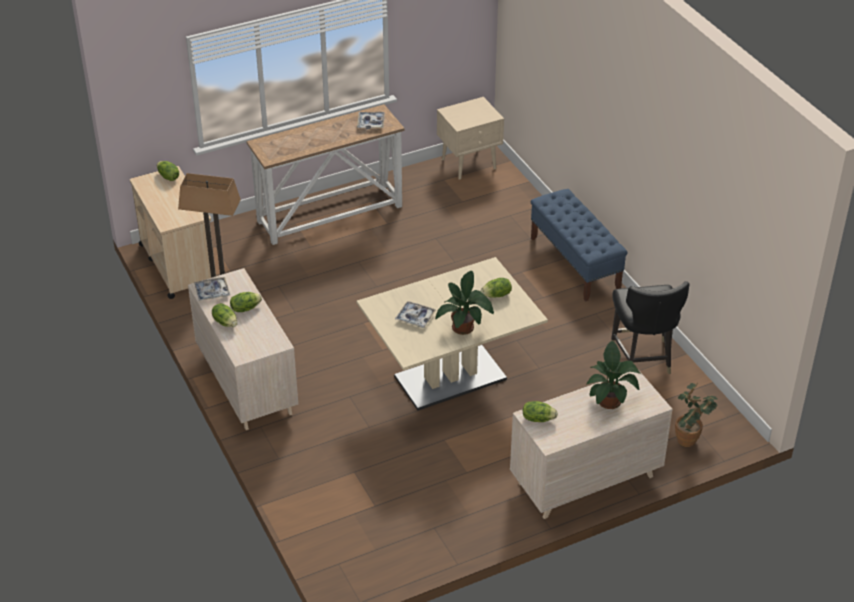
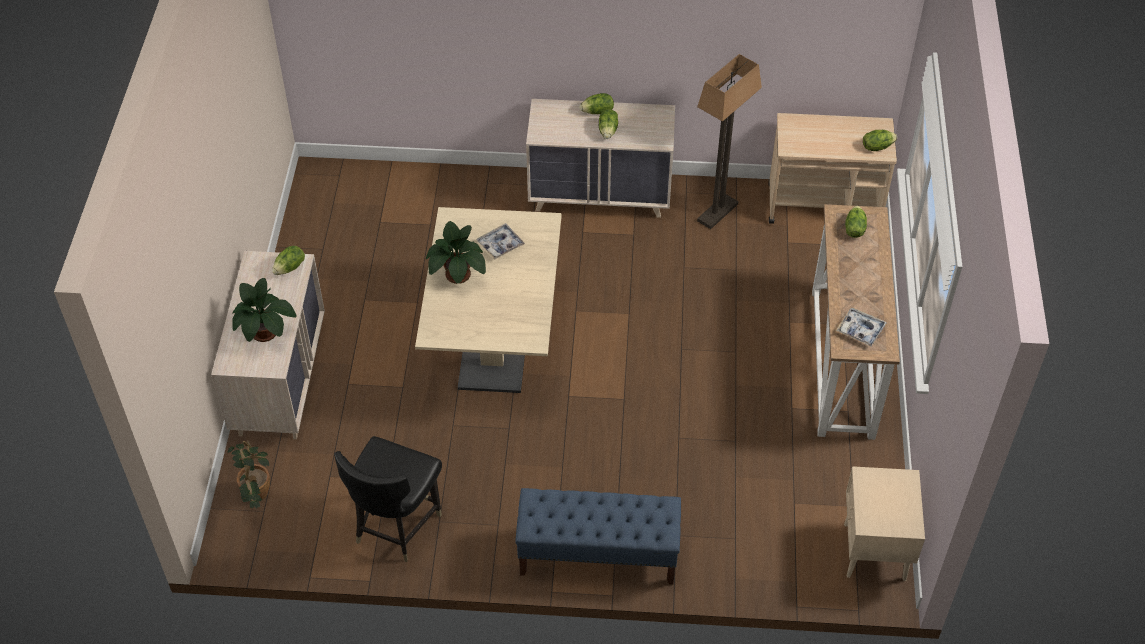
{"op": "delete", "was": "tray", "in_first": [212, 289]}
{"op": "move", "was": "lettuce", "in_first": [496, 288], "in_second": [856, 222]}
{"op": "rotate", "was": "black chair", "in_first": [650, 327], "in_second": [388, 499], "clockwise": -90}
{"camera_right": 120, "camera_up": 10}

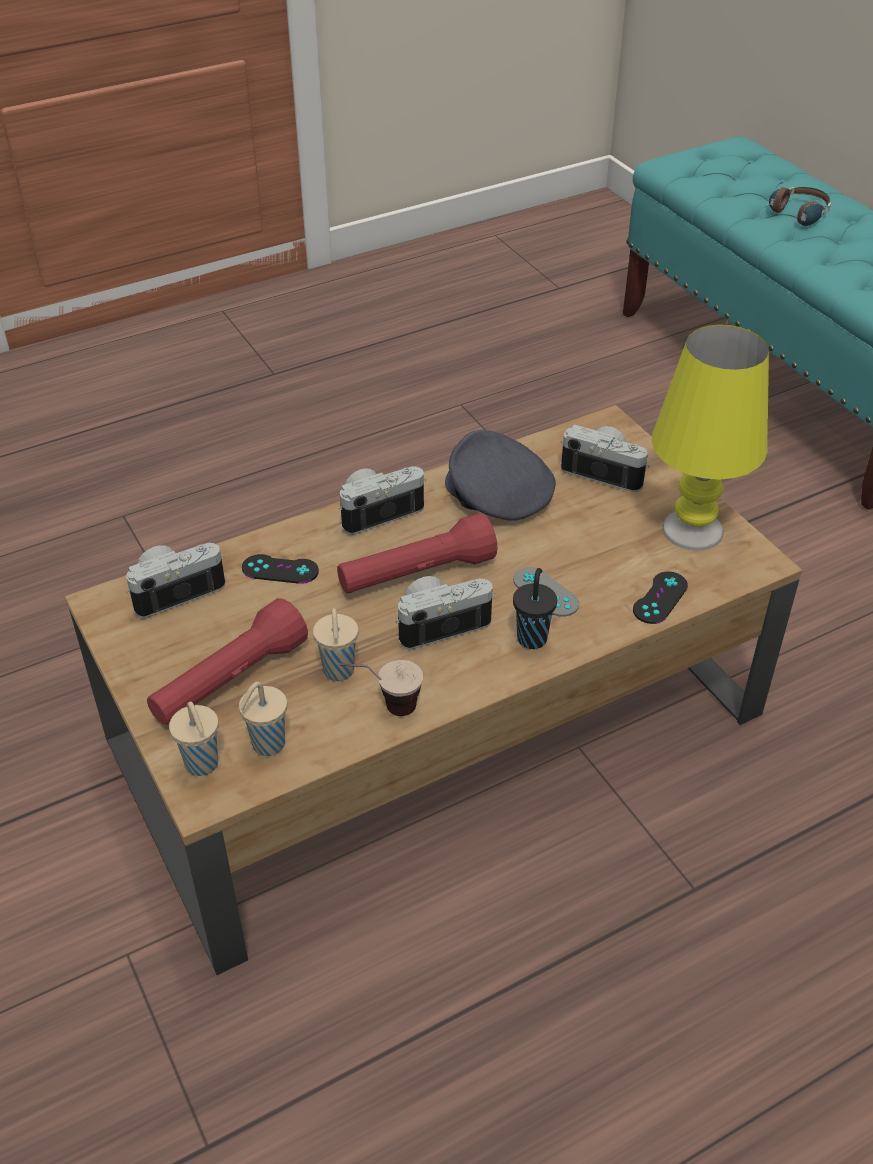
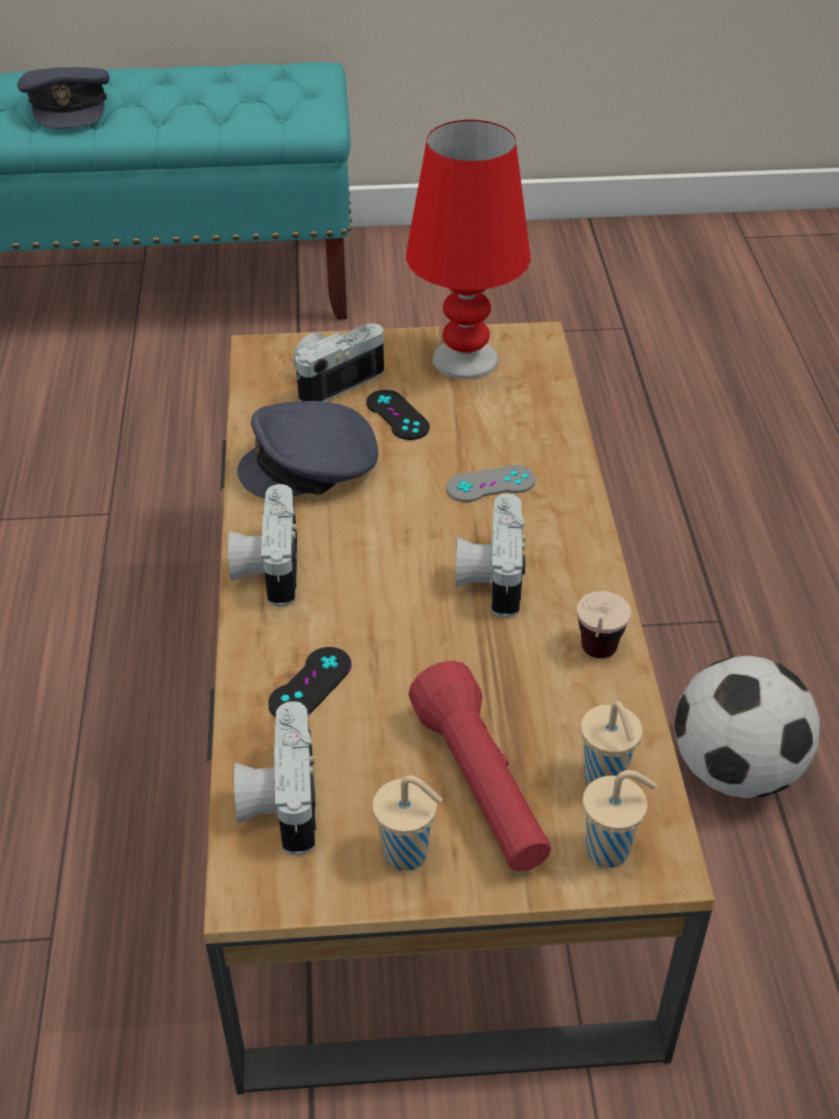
{"op": "delete", "was": "red flashlight", "in_first": [417, 553]}
{"op": "delete", "was": "black cup", "in_first": [535, 608]}
{"op": "insert", "now": "football", "in_second": [747, 727]}
{"op": "move", "was": "beige cup", "in_first": [335, 644], "in_second": [407, 823]}
{"op": "move", "was": "black game controller", "in_first": [660, 598], "in_second": [398, 415]}
{"op": "replace", "was": "headphones", "now": "grey cap", "in_first": [795, 206], "in_second": [63, 97]}
{"op": "recolor", "was": "yellow table lamp", "now": "red table lamp", "in_first": [710, 437], "in_second": [468, 250]}
{"camera_right": -65, "camera_up": 0}

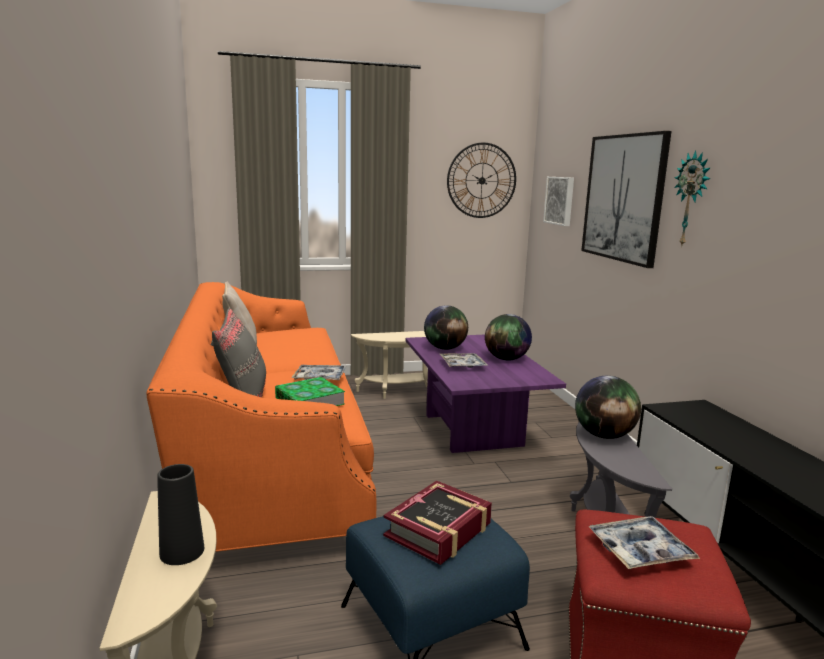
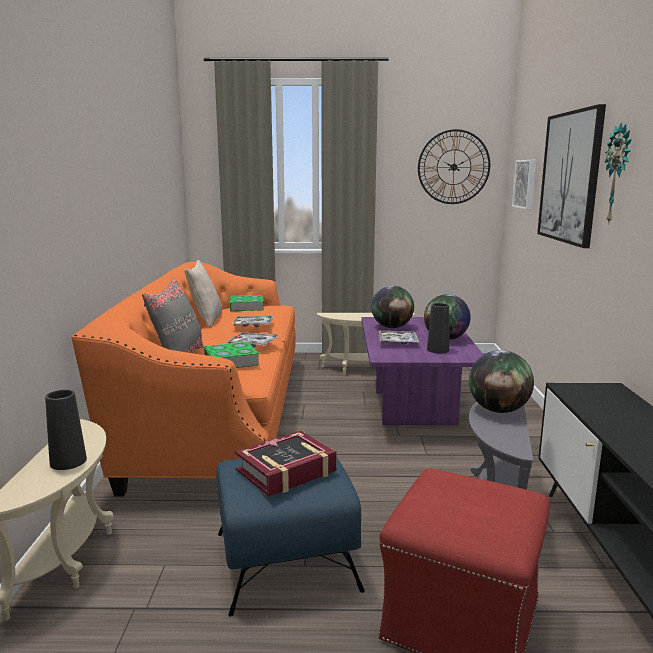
{"op": "insert", "now": "book", "in_second": [247, 303]}
{"op": "insert", "now": "black vase", "in_second": [438, 328]}
{"op": "move", "was": "tray", "in_first": [644, 542], "in_second": [252, 321]}
{"camera_right": 15, "camera_up": 0}

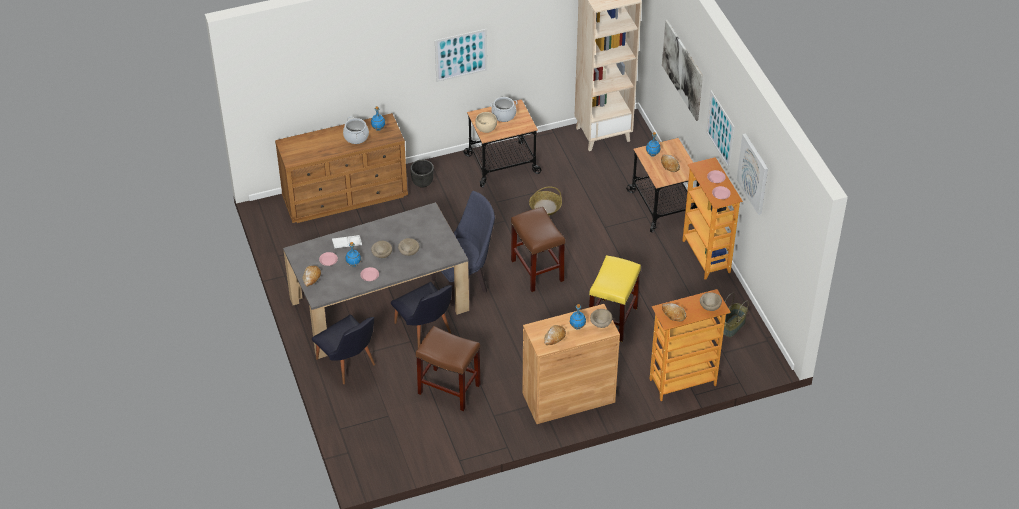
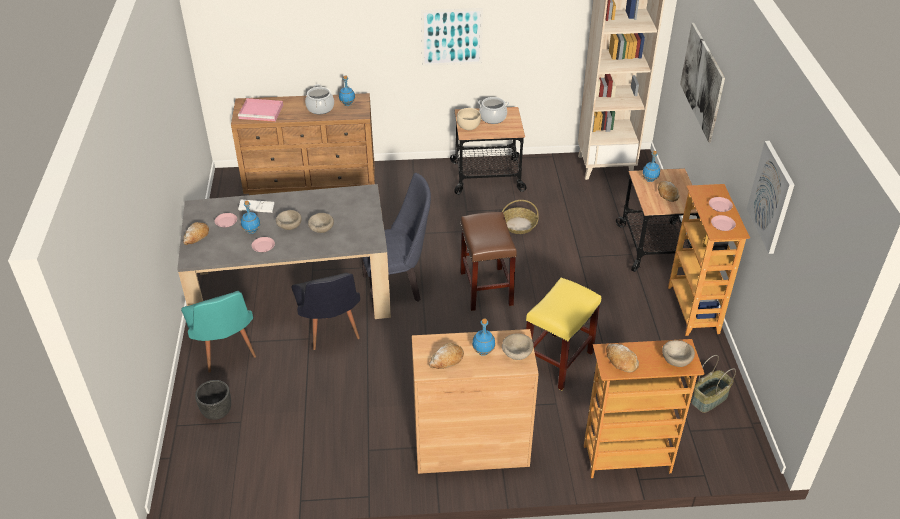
{"op": "delete", "was": "brown stool", "in_first": [448, 368]}
{"op": "delete", "was": "picture", "in_first": [720, 129]}
{"op": "insert", "now": "pink tray", "in_second": [260, 110]}
{"op": "move", "was": "black planter", "in_first": [422, 174], "in_second": [213, 400]}
{"op": "recolor", "was": "black chair", "now": "turquoise chair", "in_first": [343, 349], "in_second": [218, 331]}
{"camera_right": 15, "camera_up": -5}

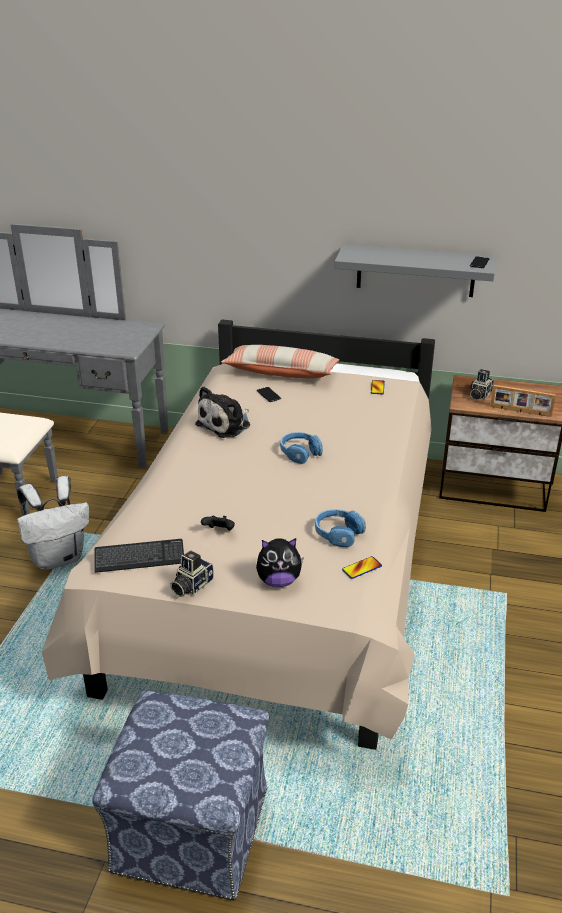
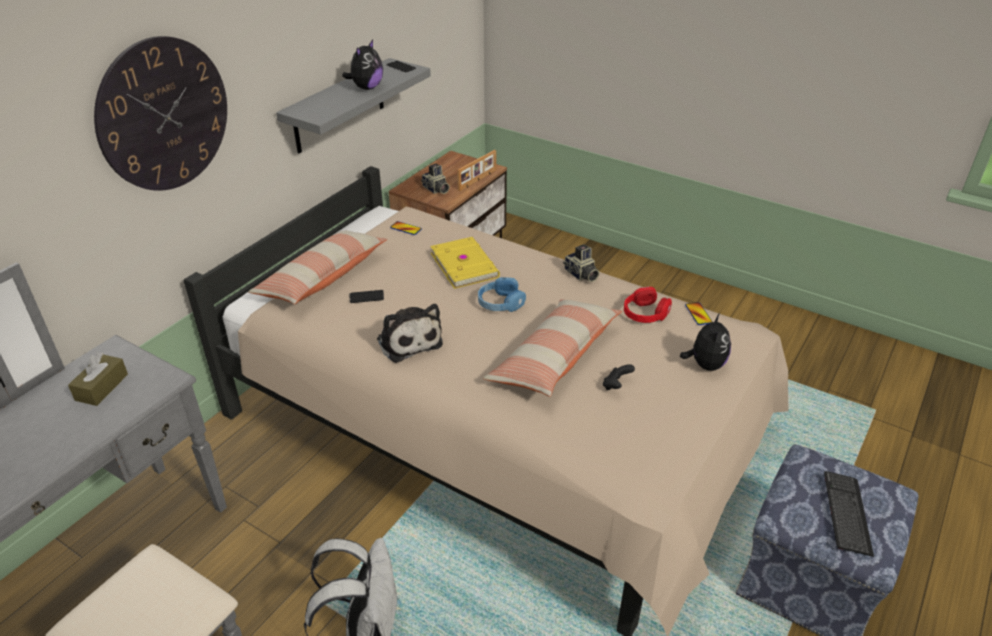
{"op": "insert", "now": "brown tissue box", "in_second": [98, 379]}
{"op": "insert", "now": "wall clock", "in_second": [160, 113]}
{"op": "insert", "now": "plush toy", "in_second": [362, 65]}
{"op": "insert", "now": "yellow book", "in_second": [465, 263]}
{"op": "insert", "now": "pillow", "in_second": [552, 348]}
{"op": "move", "was": "keyboard", "in_first": [139, 556], "in_second": [849, 514]}
{"op": "move", "was": "photo camera", "in_first": [192, 574], "in_second": [581, 263]}
{"op": "recolor", "was": "blue headphones", "now": "red headphones", "in_first": [340, 528], "in_second": [648, 305]}
{"camera_right": -70, "camera_up": 5}

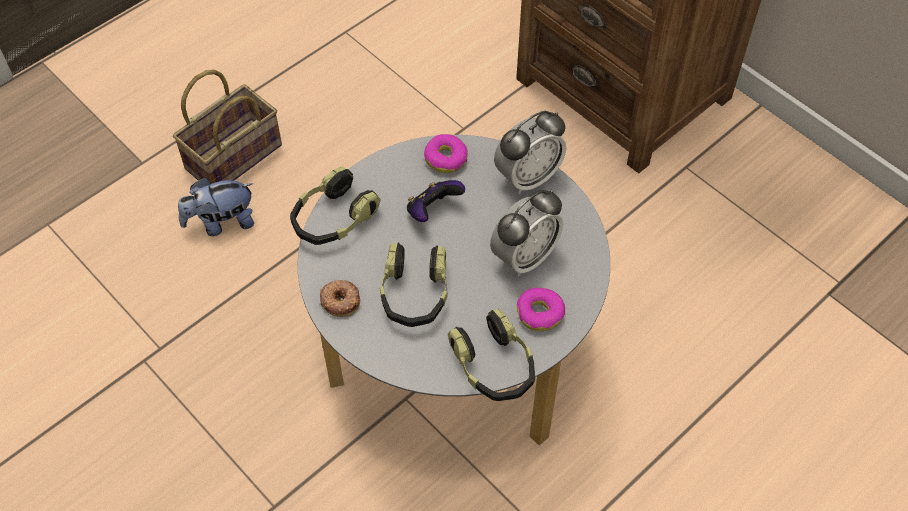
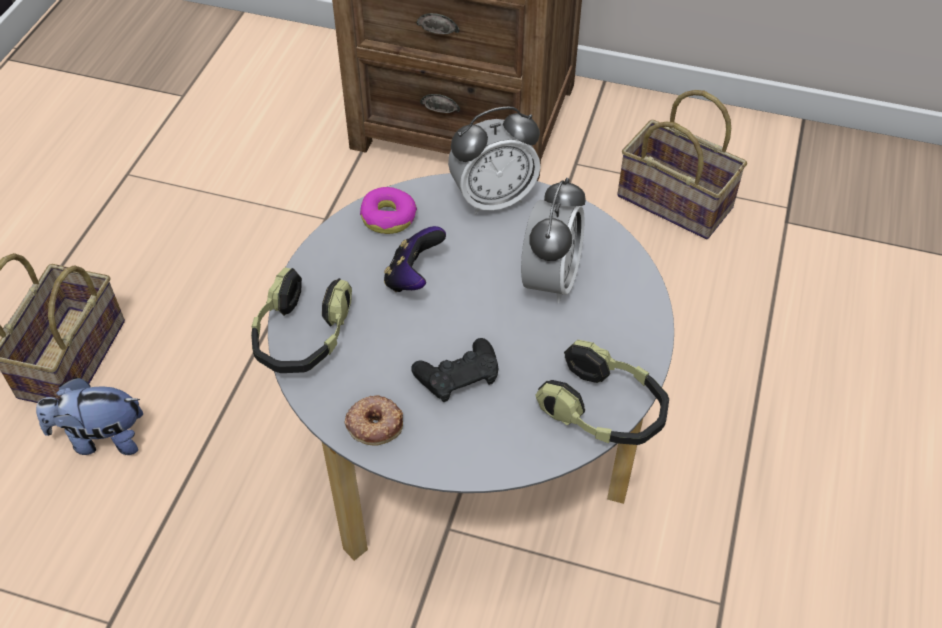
{"op": "delete", "was": "donut", "in_first": [541, 309]}
{"op": "insert", "now": "basket", "in_second": [682, 164]}
{"op": "replace", "was": "headphones", "now": "black game controller", "in_first": [413, 285], "in_second": [454, 370]}
{"op": "rotate", "was": "plush toy", "in_first": [216, 207], "in_second": [89, 416], "clockwise": 45}
{"op": "rotate", "was": "alarm clock", "in_first": [530, 152], "in_second": [494, 161], "clockwise": 45}
{"camera_right": -30, "camera_up": -5}

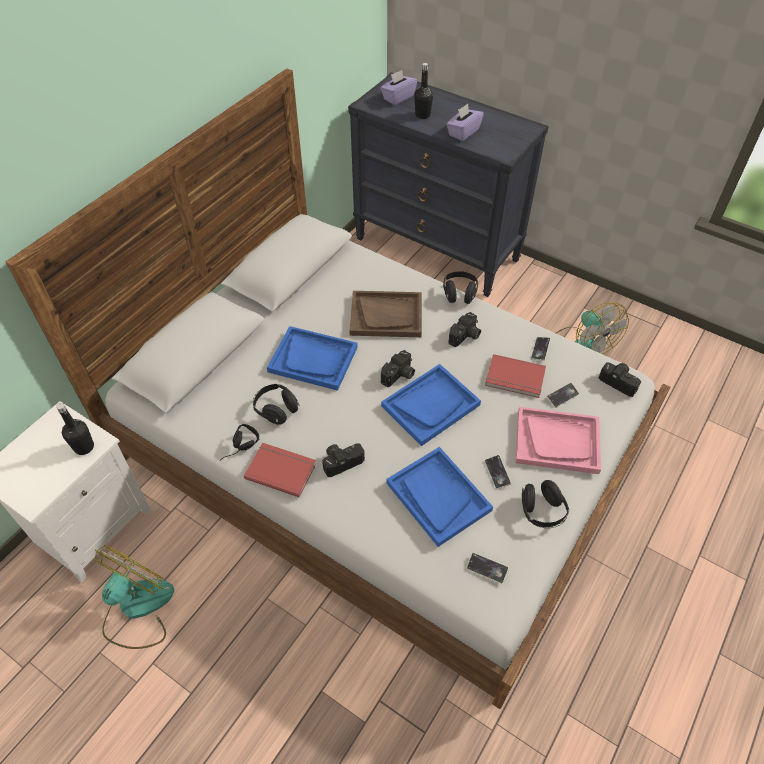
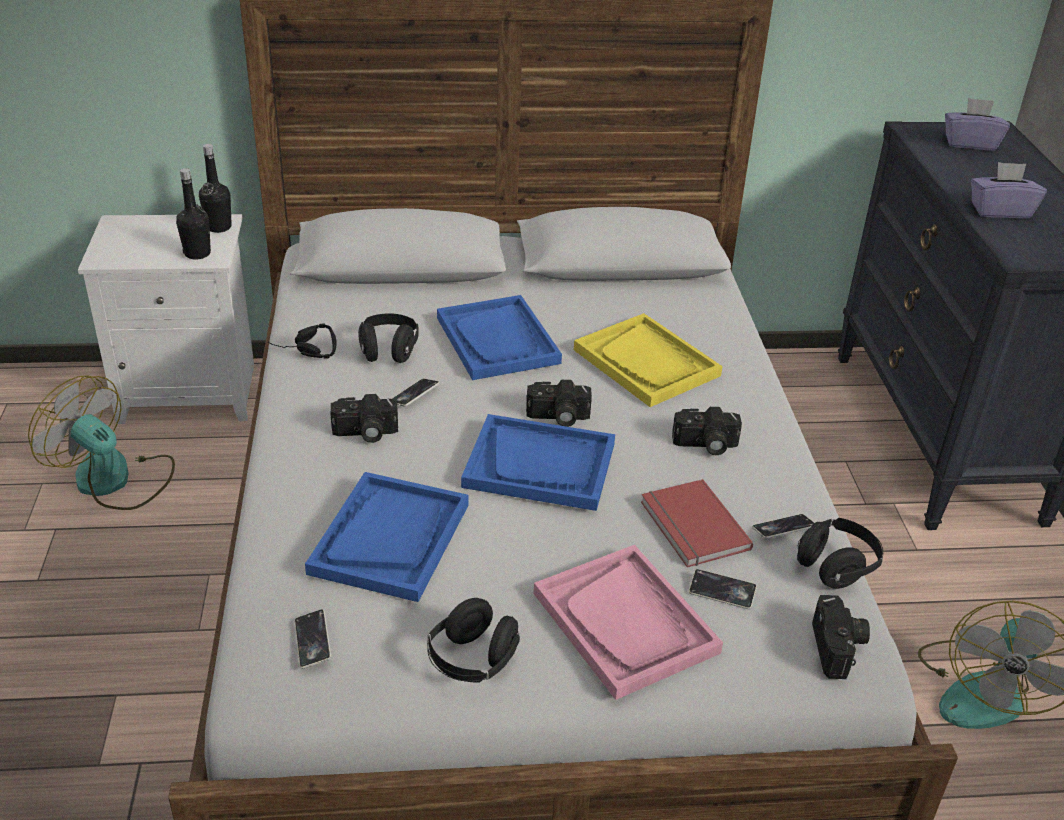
{"op": "delete", "was": "red book", "in_first": [280, 470]}
{"op": "move", "was": "black bottle", "in_first": [423, 91], "in_second": [215, 188]}
{"op": "move", "was": "black headphones", "in_first": [460, 287], "in_second": [840, 553]}
{"op": "move", "was": "phone", "in_first": [498, 472], "in_second": [416, 392]}
{"op": "recolor", "was": "brown tray", "now": "yellow tray", "in_first": [385, 314], "in_second": [648, 360]}
{"op": "rotate", "was": "fan", "in_first": [134, 597], "in_second": [101, 442], "clockwise": -135}
{"op": "rotate", "was": "photo camera", "in_first": [343, 460], "in_second": [364, 418], "clockwise": 150}
{"camera_right": 50, "camera_up": -15}

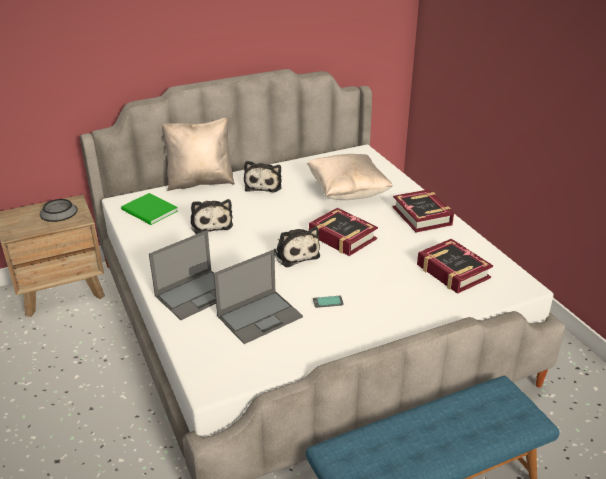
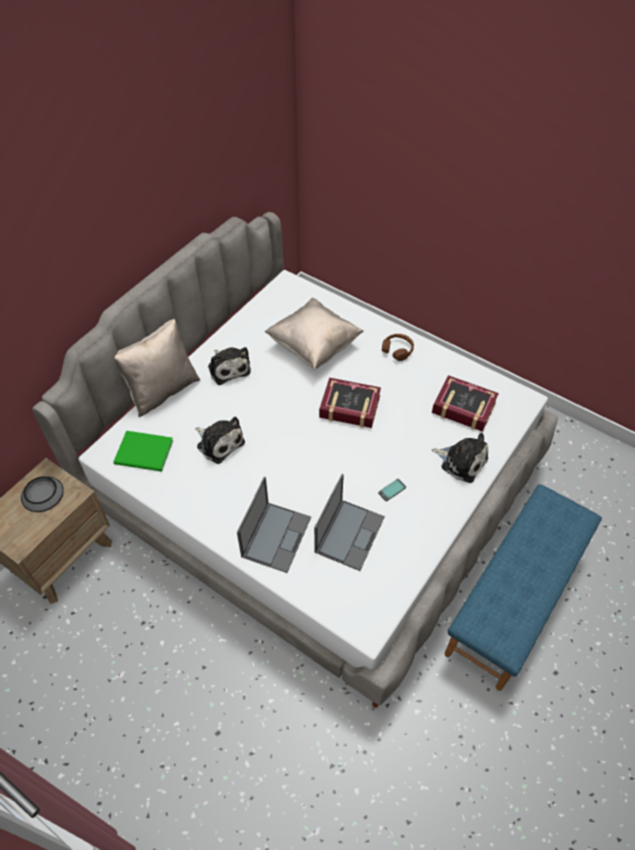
{"op": "move", "was": "plush toy", "in_first": [297, 246], "in_second": [460, 458]}
{"op": "replace", "was": "book", "now": "brown headphones", "in_first": [423, 211], "in_second": [398, 347]}
{"camera_right": -30, "camera_up": 20}

